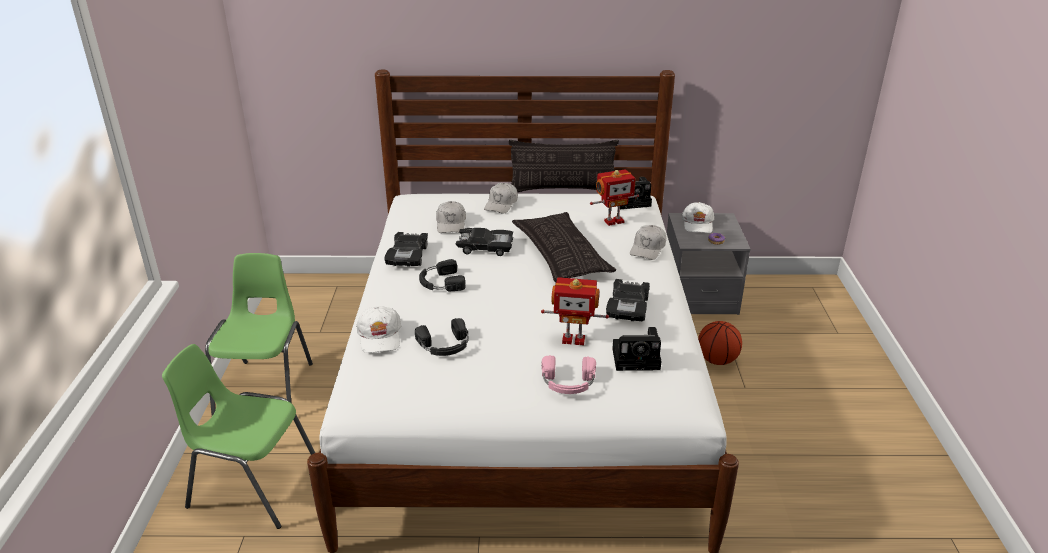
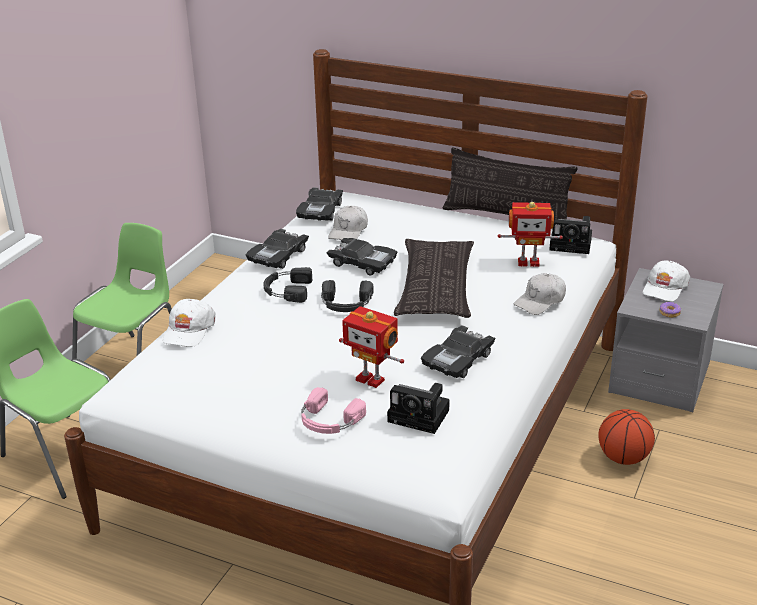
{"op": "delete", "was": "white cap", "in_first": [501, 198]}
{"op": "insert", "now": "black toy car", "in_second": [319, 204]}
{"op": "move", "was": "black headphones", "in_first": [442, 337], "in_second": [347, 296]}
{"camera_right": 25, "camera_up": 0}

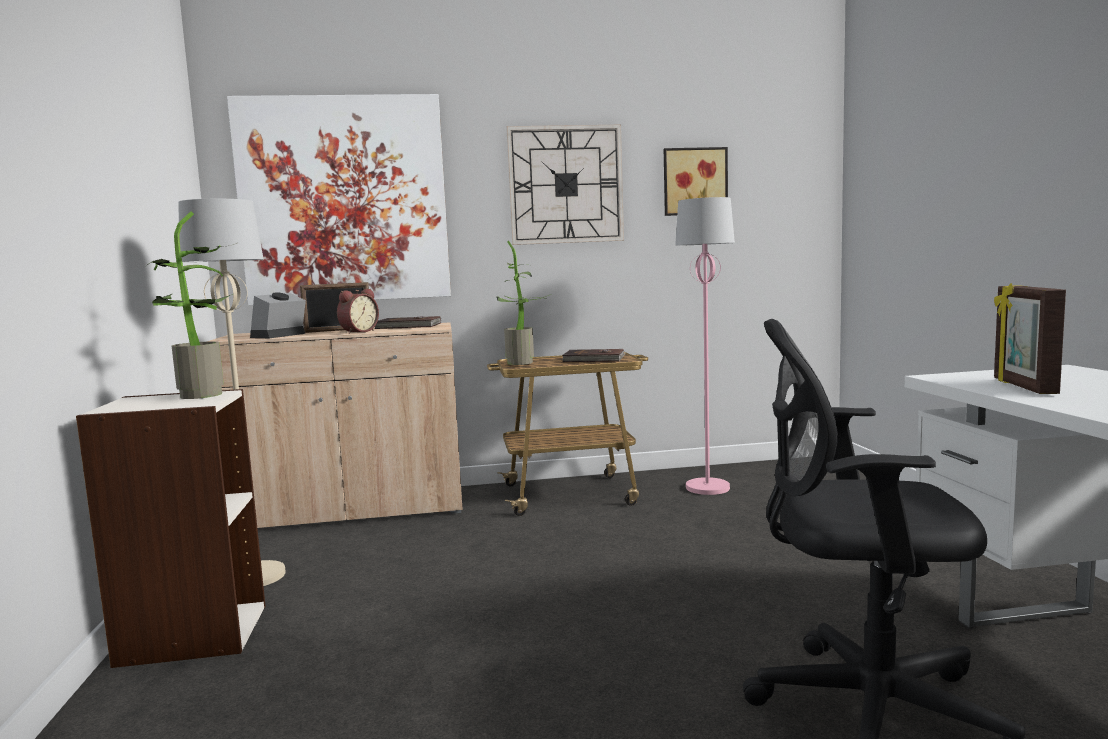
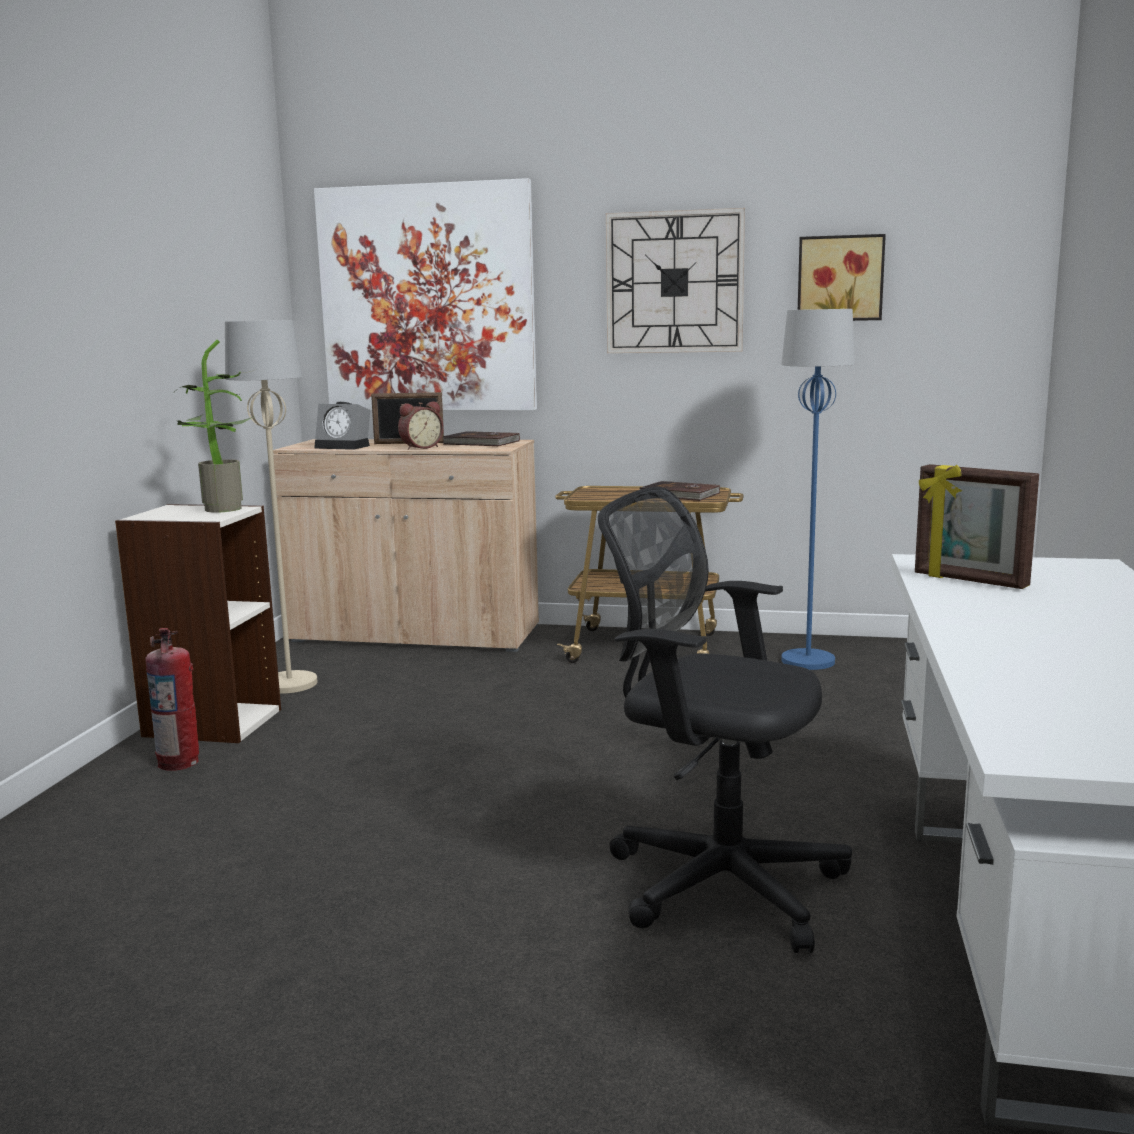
{"op": "delete", "was": "potted plant", "in_first": [524, 303]}
{"op": "insert", "now": "fire extinguisher", "in_second": [172, 699]}
{"op": "recolor", "was": "pink floor lamp", "now": "blue floor lamp", "in_first": [705, 346], "in_second": [818, 489]}
{"op": "rotate", "was": "alarm clock", "in_first": [278, 315], "in_second": [342, 426], "clockwise": -120}
{"op": "rotate", "was": "picture frame", "in_first": [1030, 338], "in_second": [977, 526], "clockwise": -75}
{"camera_right": 20, "camera_up": 5}

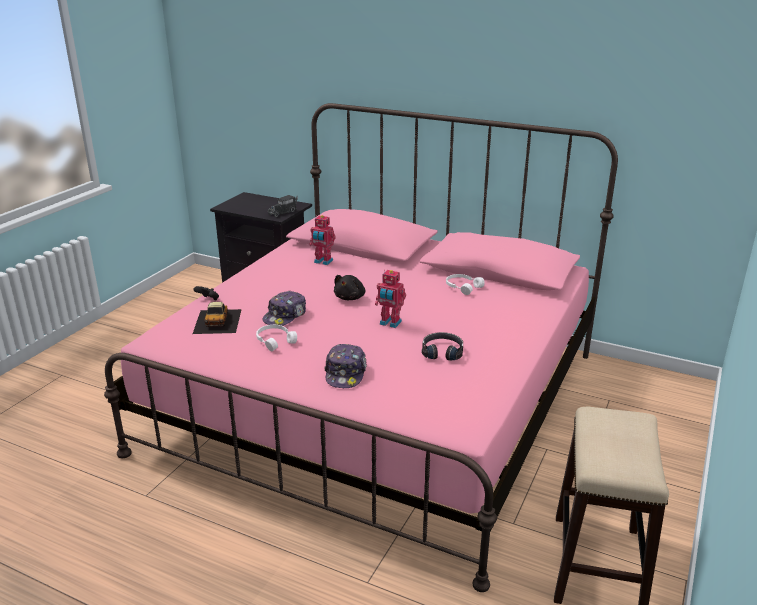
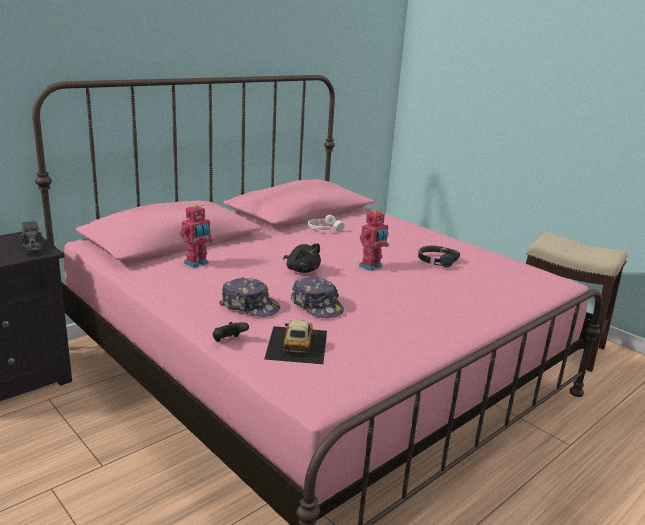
{"op": "delete", "was": "white headphones", "in_first": [276, 338]}
{"op": "move", "was": "cap", "in_first": [345, 366], "in_second": [249, 297]}
{"op": "rotate", "was": "toy car", "in_first": [217, 318], "in_second": [295, 342], "clockwise": -105}
{"camera_right": -70, "camera_up": -5}

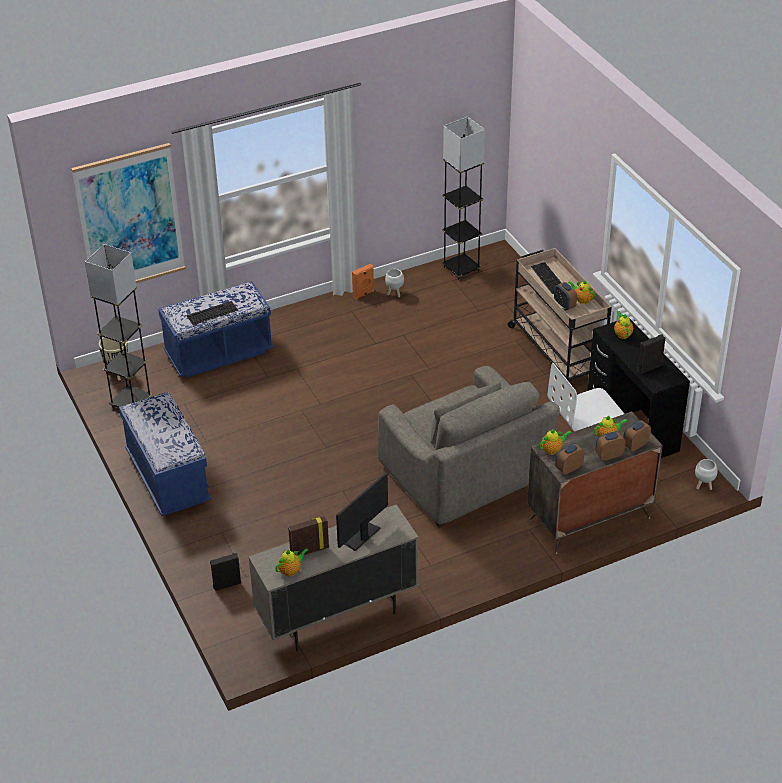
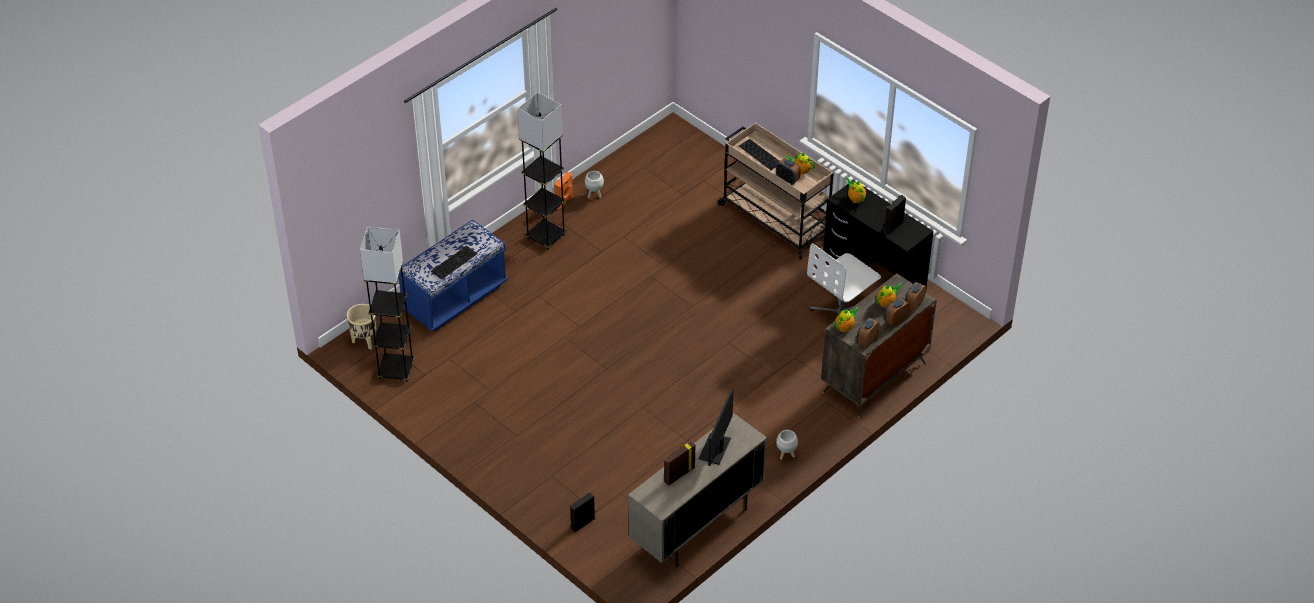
{"op": "delete", "was": "picture", "in_first": [128, 213]}
{"op": "delete", "was": "blue bench", "in_first": [165, 454]}
{"op": "delete", "was": "teapot", "in_first": [292, 562]}
{"op": "delete", "was": "grey armchair", "in_first": [469, 447]}
{"op": "move", "was": "grey floor lamp", "in_first": [463, 198], "in_second": [542, 171]}
{"op": "move", "was": "white planter", "in_first": [706, 474], "in_second": [787, 445]}
{"camera_right": -20, "camera_up": 5}

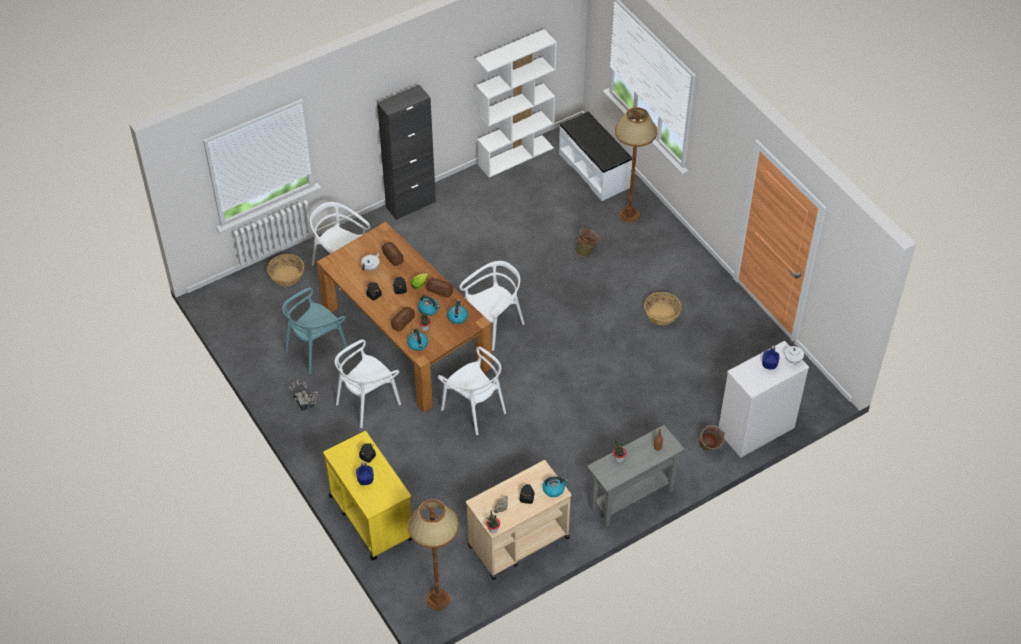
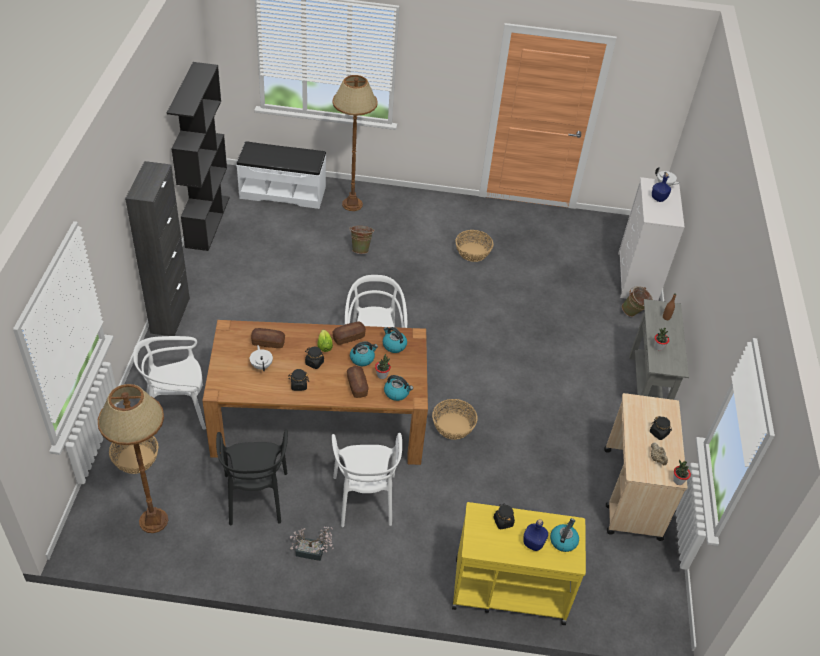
{"op": "move", "was": "brown floor lamp", "in_first": [433, 554], "in_second": [133, 458]}
{"op": "move", "was": "kettle", "in_first": [555, 486], "in_second": [564, 535]}
{"op": "replace", "was": "white chair", "now": "basket", "in_first": [472, 390], "in_second": [455, 419]}
{"op": "recolor", "was": "turquoise chair", "now": "black chair", "in_first": [315, 330], "in_second": [252, 478]}
{"op": "recolor", "was": "white bookcase", "now": "black bookcase", "in_first": [516, 103], "in_second": [198, 156]}
{"camera_right": -55, "camera_up": -5}

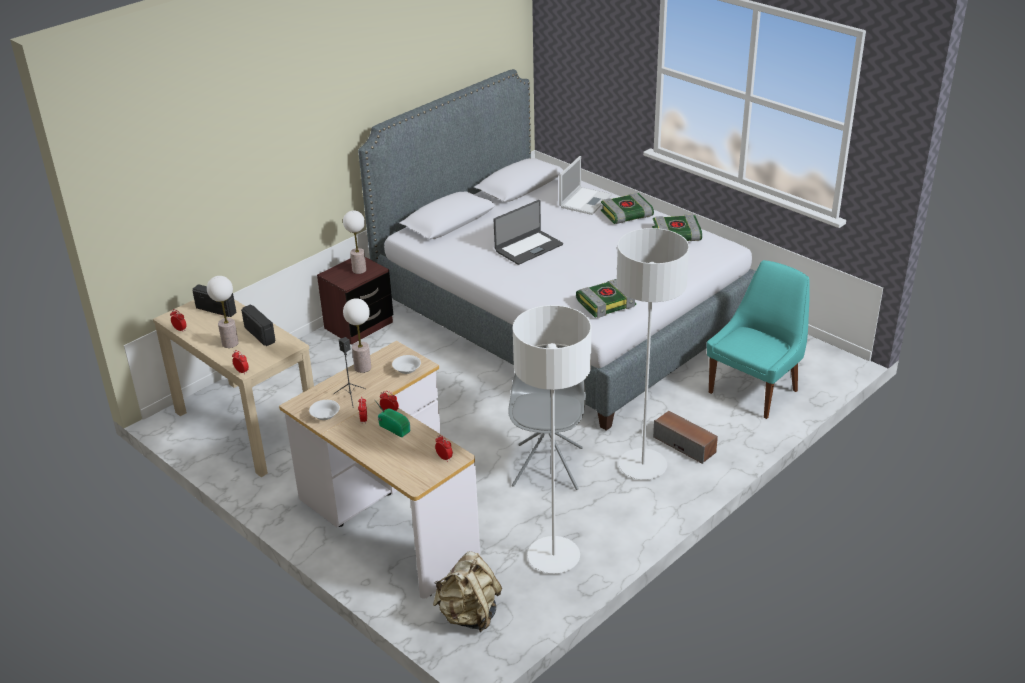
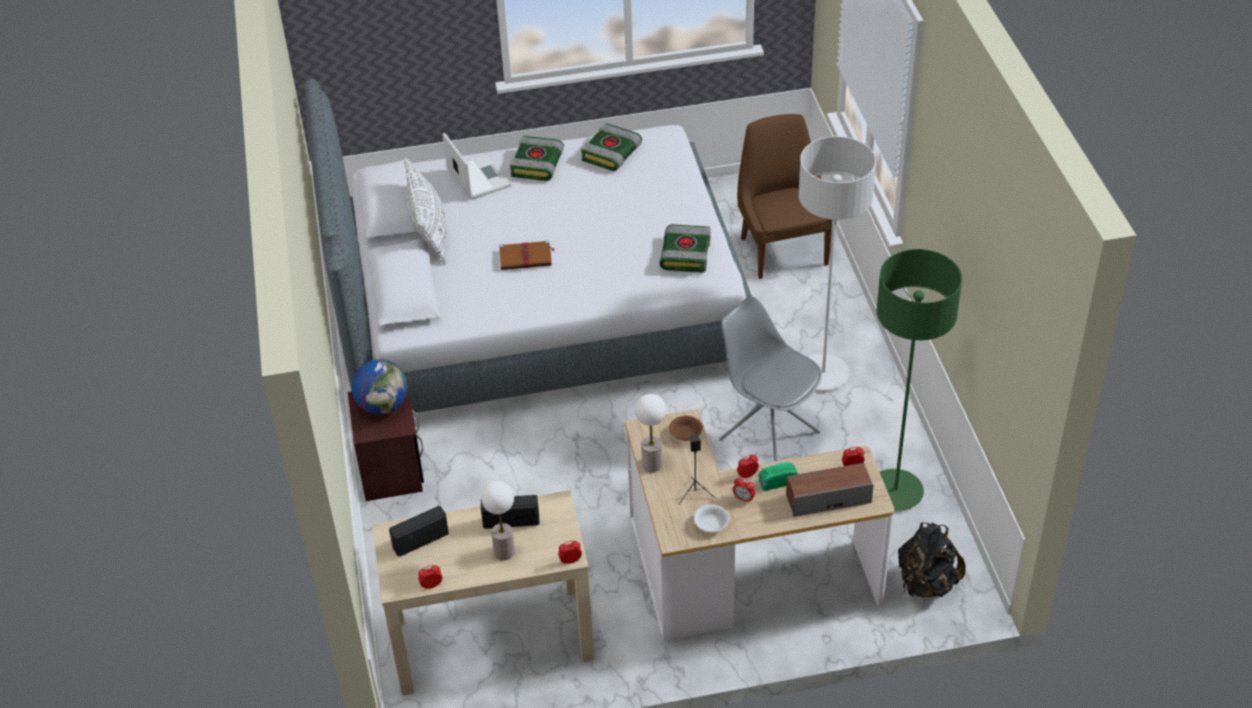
{"op": "insert", "now": "white pillow", "in_second": [425, 211]}
{"op": "move", "was": "speaker", "in_first": [685, 437], "in_second": [830, 490]}
{"op": "replace", "was": "table lamp", "now": "globe", "in_first": [354, 242], "in_second": [380, 387]}
{"op": "replace", "was": "laptop", "now": "brown book", "in_first": [528, 232], "in_second": [527, 255]}
{"op": "recolor", "was": "white bowl", "now": "brown bowl", "in_first": [406, 364], "in_second": [686, 428]}
{"op": "recolor", "was": "beige backpack", "now": "black backpack", "in_first": [467, 591], "in_second": [932, 560]}
{"op": "recolor", "was": "white floor lamp", "now": "green floor lamp", "in_first": [552, 439], "in_second": [919, 380]}
{"op": "recolor", "was": "turquoise chair", "now": "brown chair", "in_first": [758, 339], "in_second": [787, 196]}
{"camera_right": -55, "camera_up": 10}

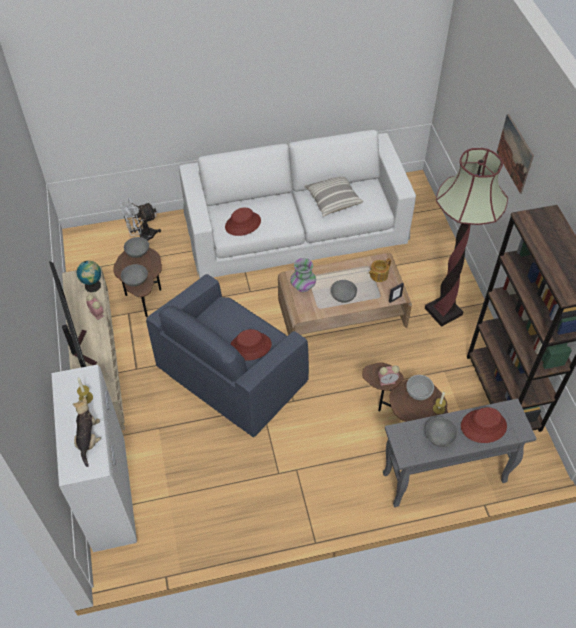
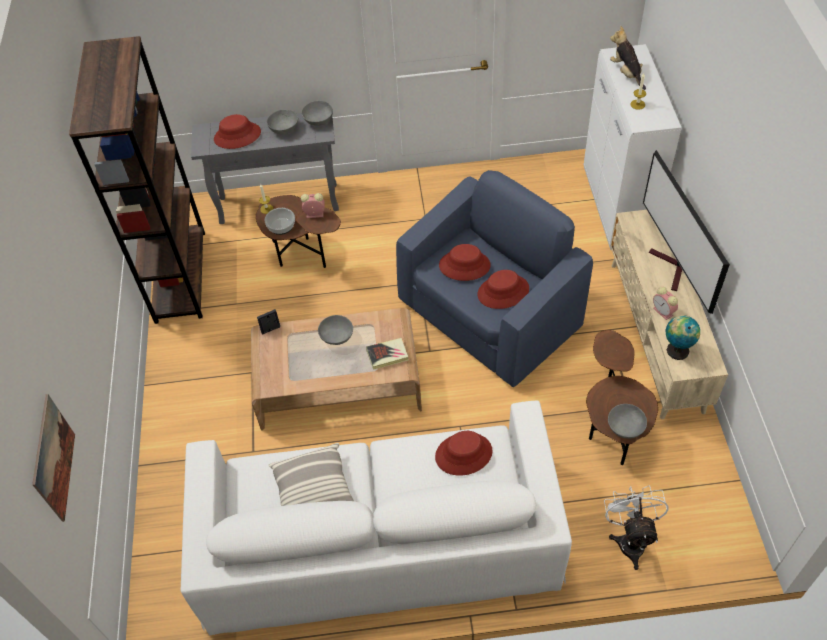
{"op": "delete", "was": "teapot", "in_first": [380, 270]}
{"op": "delete", "was": "floor lamp", "in_first": [466, 237]}
{"op": "insert", "now": "red hat", "in_second": [503, 289]}
{"op": "move", "was": "grey bowl", "in_first": [134, 275], "in_second": [317, 113]}
{"op": "move", "was": "picture", "in_first": [515, 154], "in_second": [53, 458]}
{"op": "replace", "was": "vase", "now": "book", "in_first": [303, 275], "in_second": [387, 354]}
{"op": "rotate", "was": "plush toy", "in_first": [87, 432], "in_second": [628, 58], "clockwise": 150}
{"op": "rotate", "was": "white fan", "in_first": [140, 219], "in_second": [636, 527], "clockwise": -75}
{"camera_right": -170, "camera_up": 0}

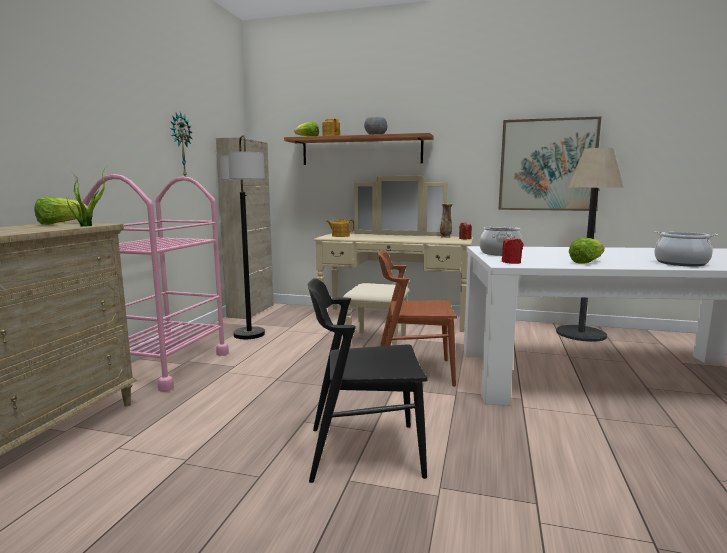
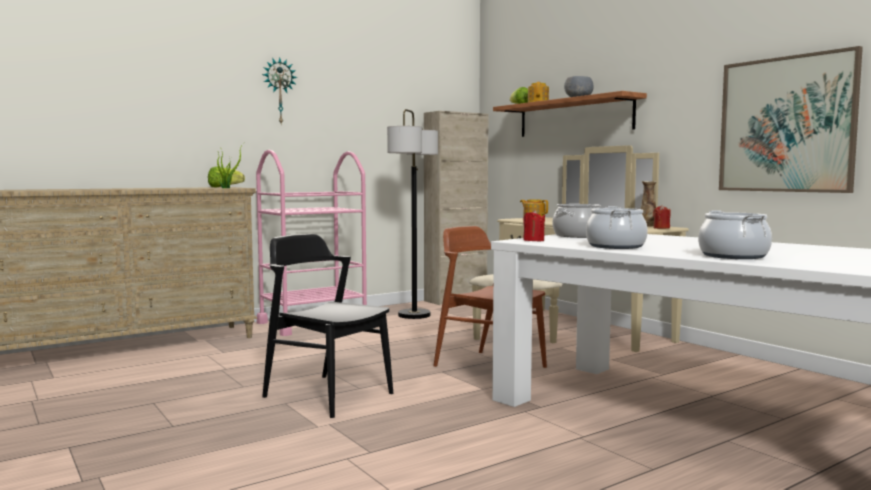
{"op": "delete", "was": "floor lamp", "in_first": [590, 245]}
{"op": "move", "was": "wall clock", "in_first": [181, 144], "in_second": [279, 90]}
{"op": "replace", "was": "lettuce", "now": "cooking pot", "in_first": [586, 251], "in_second": [617, 227]}
{"camera_right": 40, "camera_up": -5}

